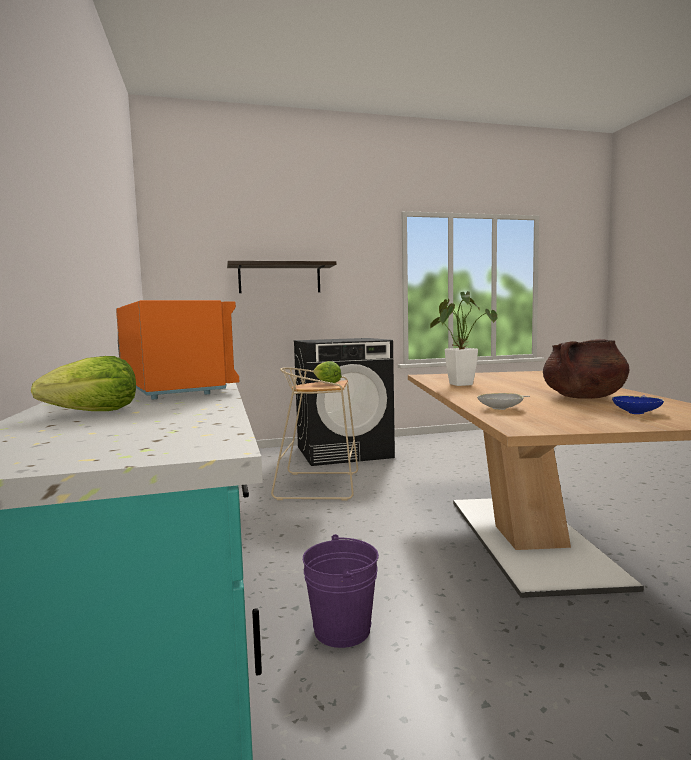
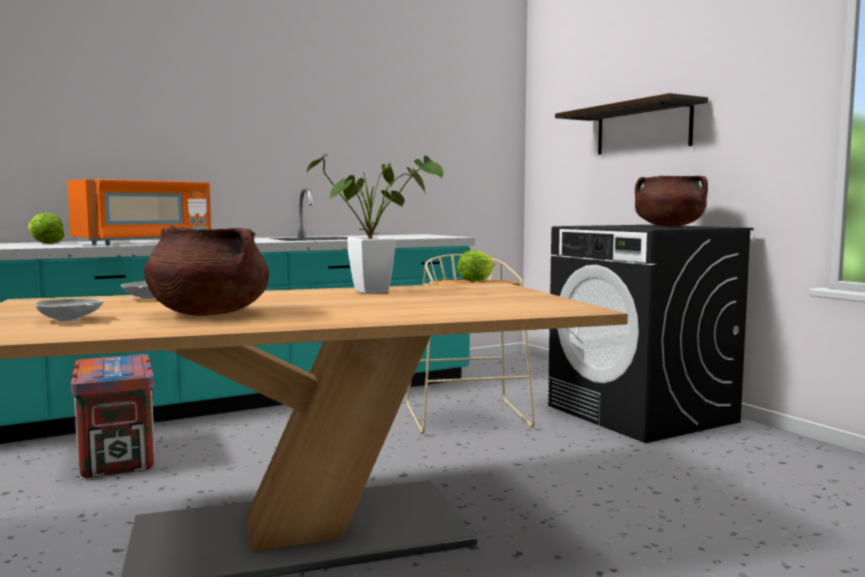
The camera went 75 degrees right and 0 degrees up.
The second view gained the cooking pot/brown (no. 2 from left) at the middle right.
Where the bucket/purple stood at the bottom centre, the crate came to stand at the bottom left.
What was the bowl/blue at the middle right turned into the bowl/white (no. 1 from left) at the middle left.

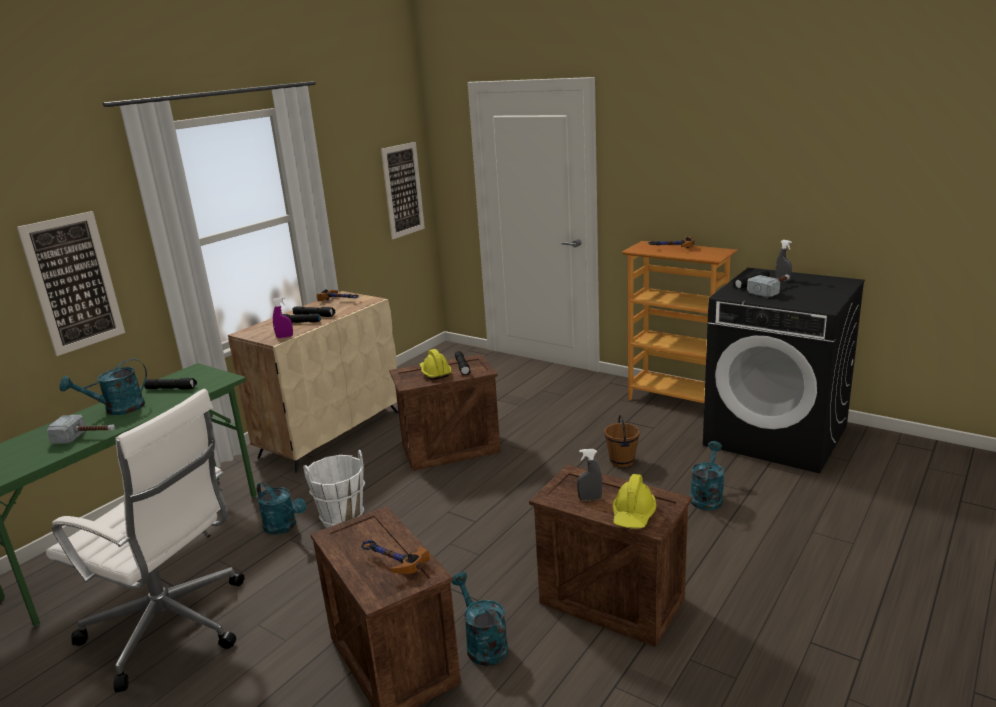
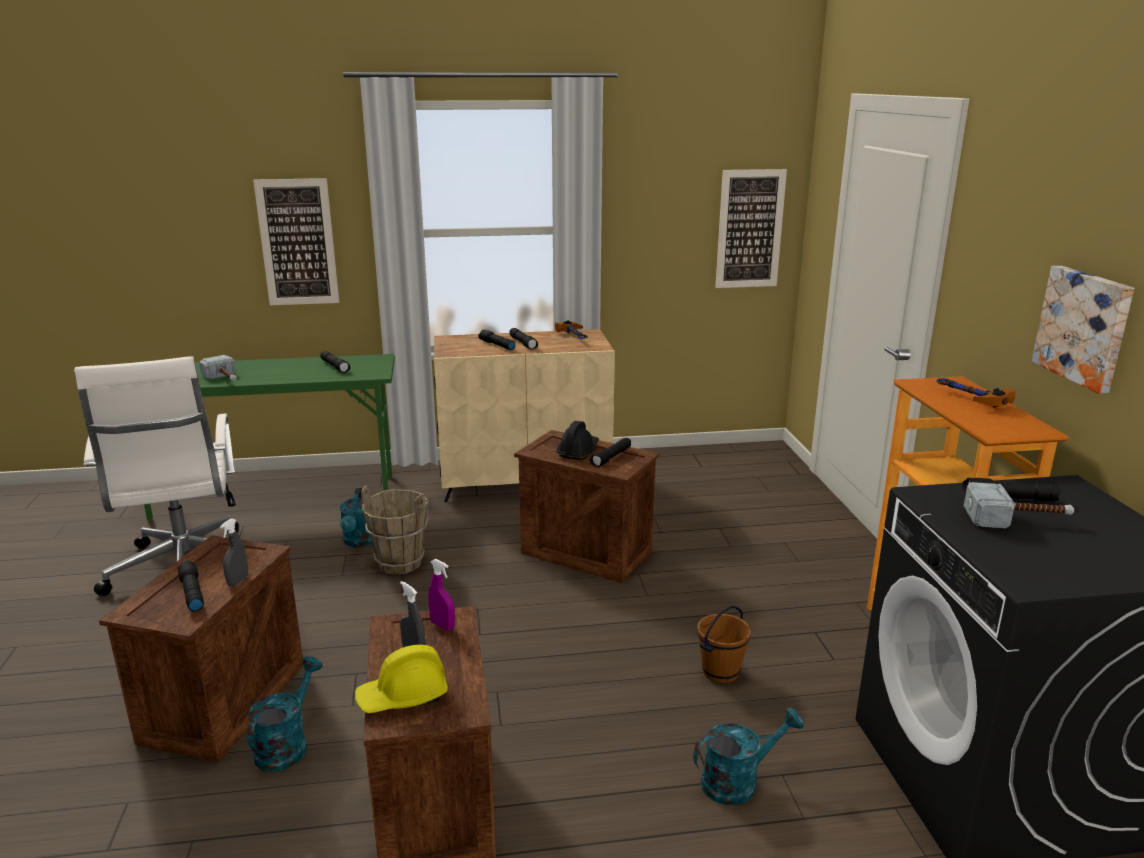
The camera went 45 degrees right and 0 degrees up.
The second view lost the watering can/turquoise (no. 1 from left) at the middle left.
The second view gained the picture (no. 3 from left) at the middle right.
The spray bottle/purple ended up elsewhere, having gone from the middle left to the bottom centre.
The spray bottle/grey (no. 2 from left in the first image) ended up elsewhere, having gone from the middle right to the middle left.
Where the hammer (no. 3 from left) stood at the bottom centre, the flashlight/black (no. 1 from left) came to stand at the bottom left.
What was the bucket/white at the bottom centre turned into the bucket/brown (no. 1 from left) at the centre.
What was the hard hat/yellow (no. 1 from left) at the centre turned into the hard hat/black at the centre.

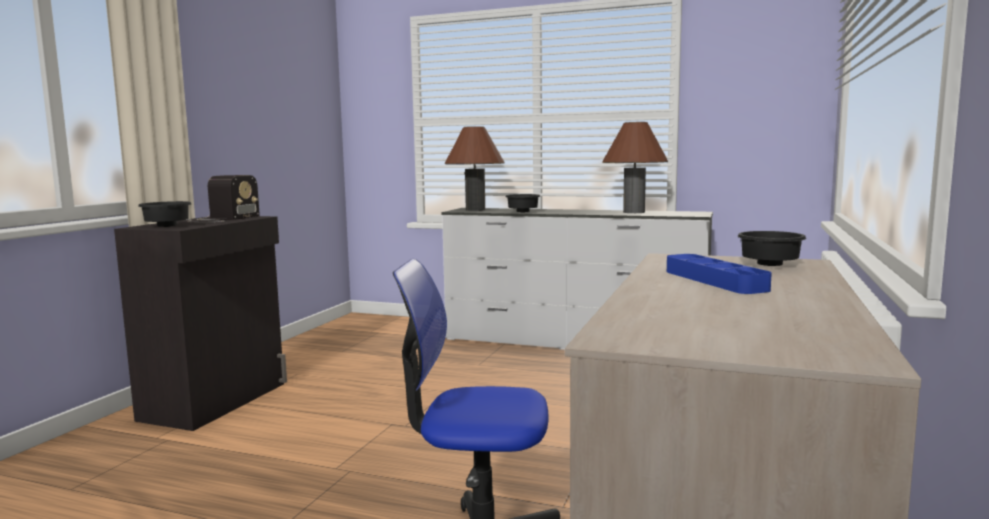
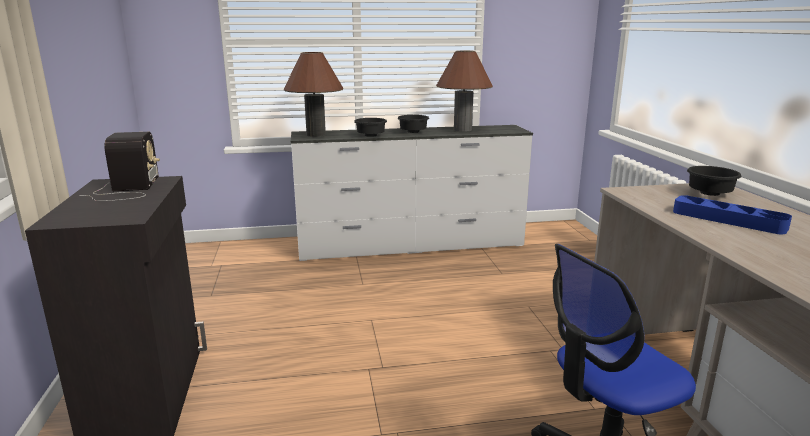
The camera went 30 degrees left and 10 degrees up.
The bowl/black (no. 1 from left in the first image) ended up elsewhere, having gone from the middle left to the top centre.

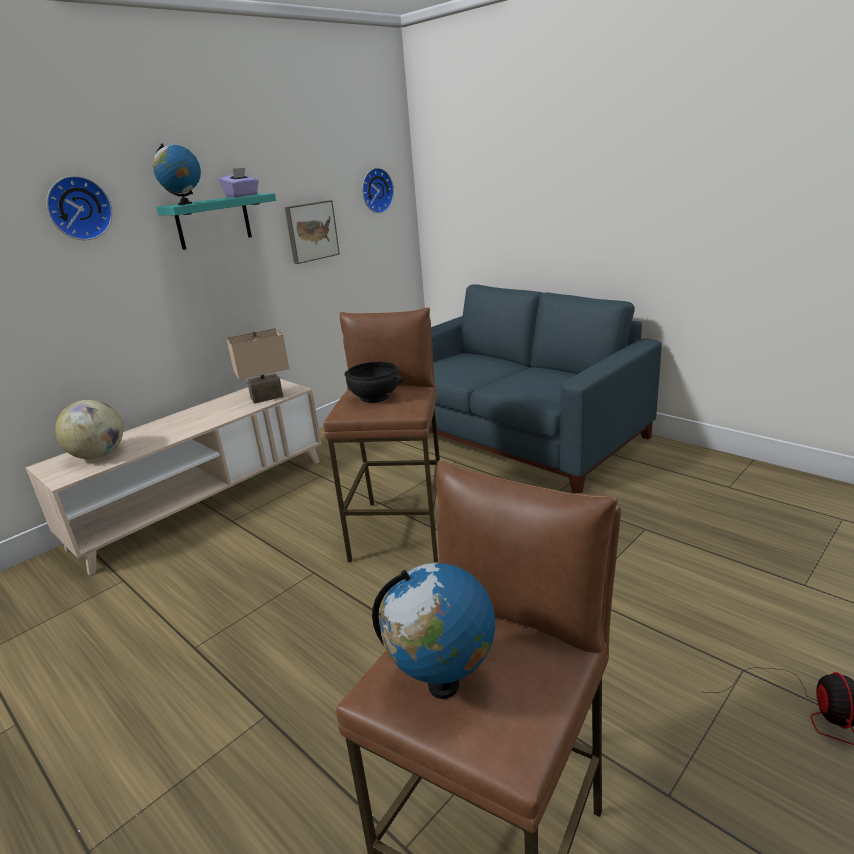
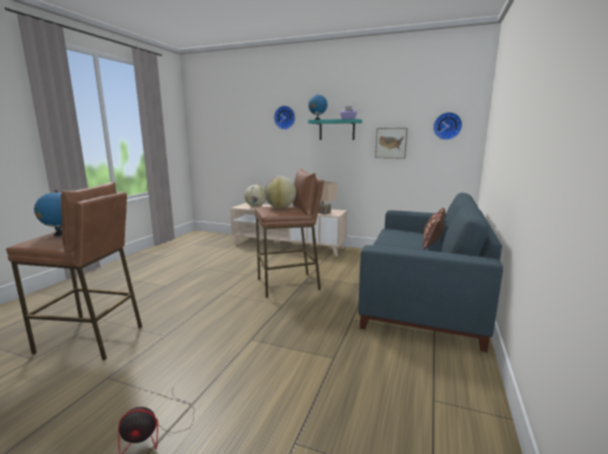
The camera went 65 degrees right and 10 degrees down.
The second view gained the pillow/brown at the middle right.
Where the bowl/black stood at the centre, the globe (no. 3 from left) came to stand at the centre.

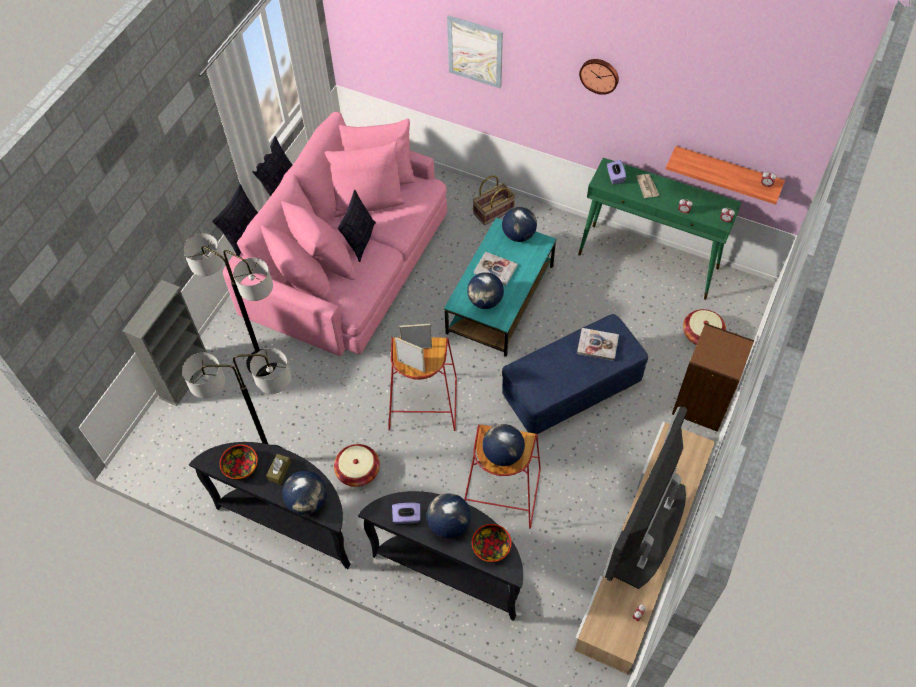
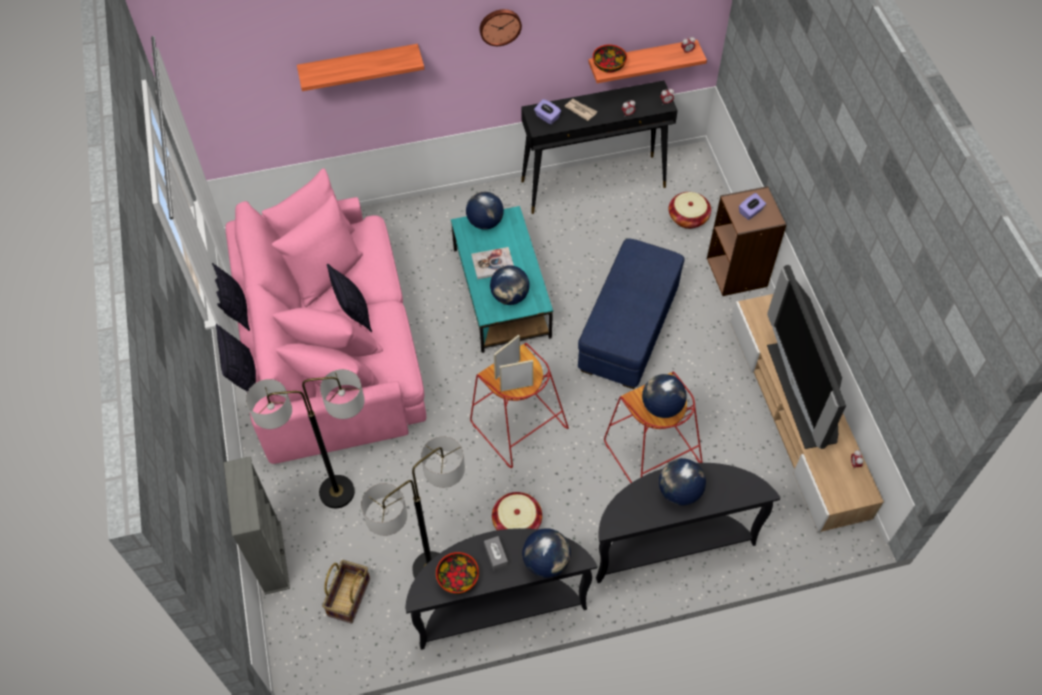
The camera went 40 degrees left and 0 degrees up.
The second view lost the book (no. 2 from left) at the centre.
The tissue box/purple (no. 1 from left in the first image) ended up elsewhere, having gone from the bottom centre to the top right.
The bowl (no. 2 from left) ended up elsewhere, having gone from the bottom centre to the top centre.
The basket (no. 2 from left in the first image) ended up elsewhere, having gone from the top centre to the bottom left.
Where the picture hung at the top centre, the shelf (no. 1 from left) came to hang at the top centre.
What was the tissue box/brown at the bottom left turned into the tissue box/grey at the bottom centre.
What was the console table/green at the middle right turned into the console table/black (no. 2 from left) at the top centre.

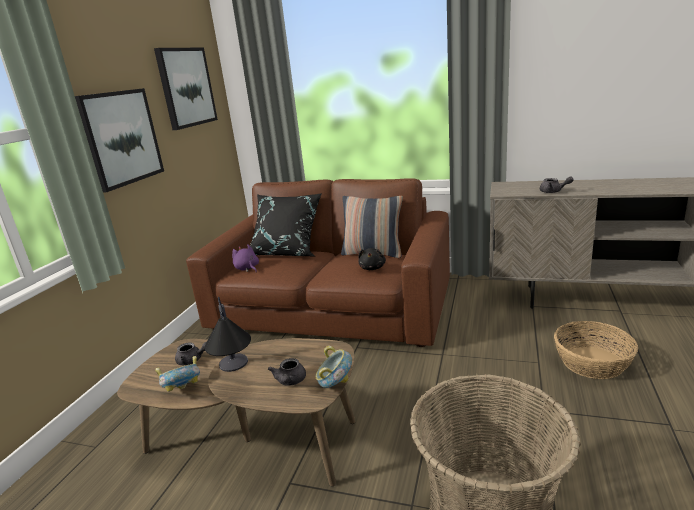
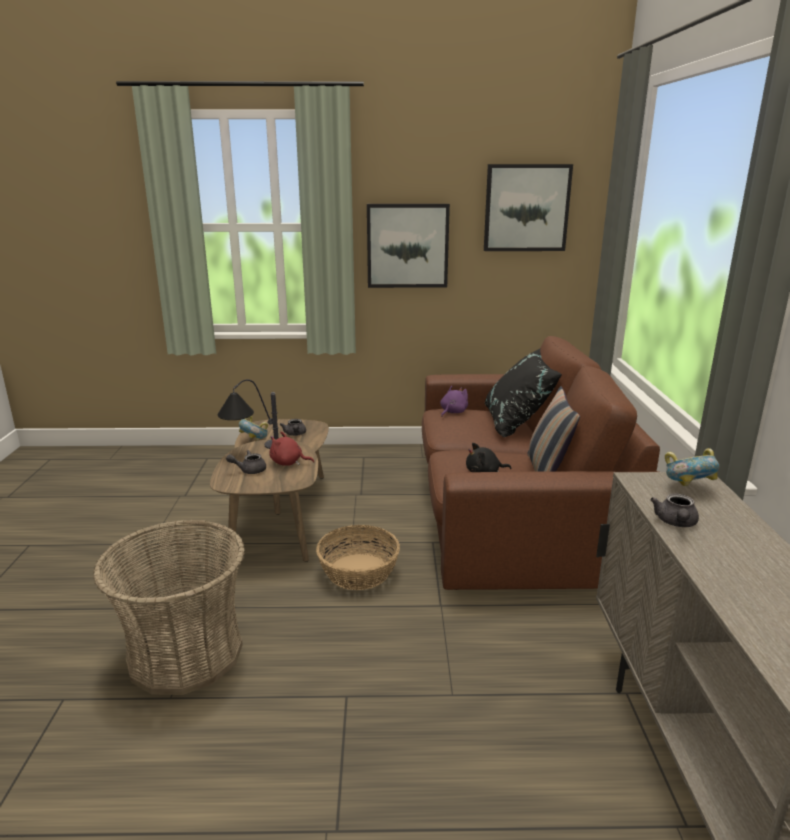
The camera went 70 degrees right and 0 degrees up.
The second view gained the plush toy/red at the centre.
The bowl (no. 2 from left) ended up elsewhere, having gone from the bottom centre to the middle right.
The basket (no. 2 from left) ended up elsewhere, having gone from the bottom right to the centre.

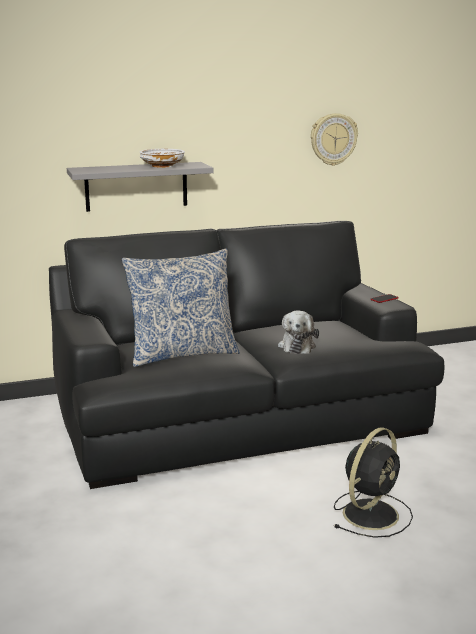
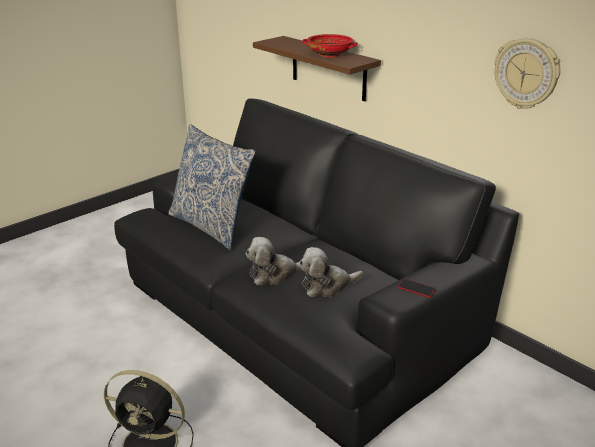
The camera went 65 degrees right and 10 degrees up.
The second view gained the plush toy (no. 2 from left) at the centre.
What was the shelf/grey at the top left turned into the shelf/brown at the top centre.
What was the bowl/white at the top centre turned into the bowl/red at the top centre.

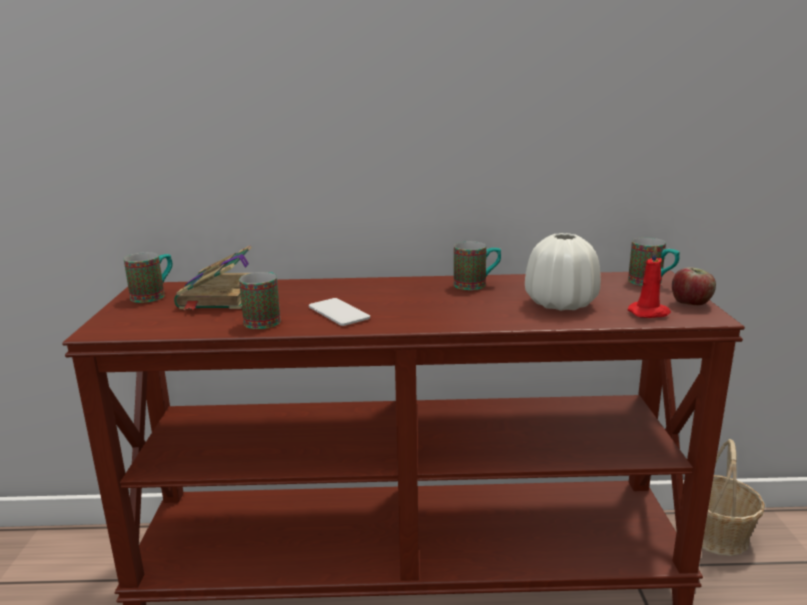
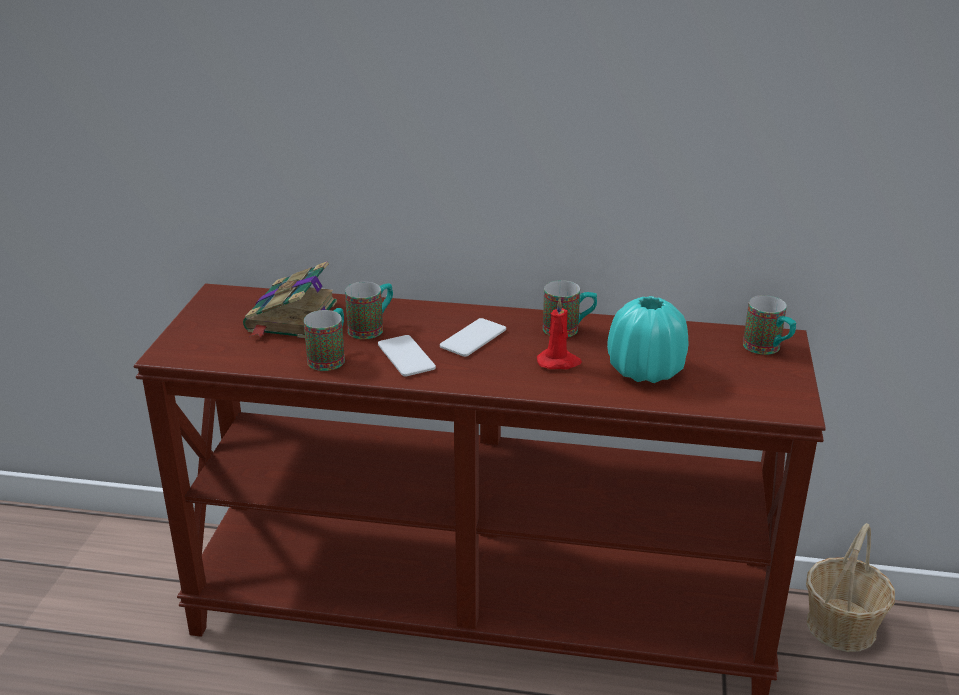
The camera went 10 degrees right and 10 degrees up.
The second view lost the apple at the middle right.
The second view gained the phone (no. 2 from left) at the centre.
The mug (no. 1 from left in the first image) ended up elsewhere, having gone from the middle left to the centre.
The candle/red ended up elsewhere, having gone from the middle right to the centre.
What was the vase/white at the middle right turned into the vase/turquoise at the middle right.

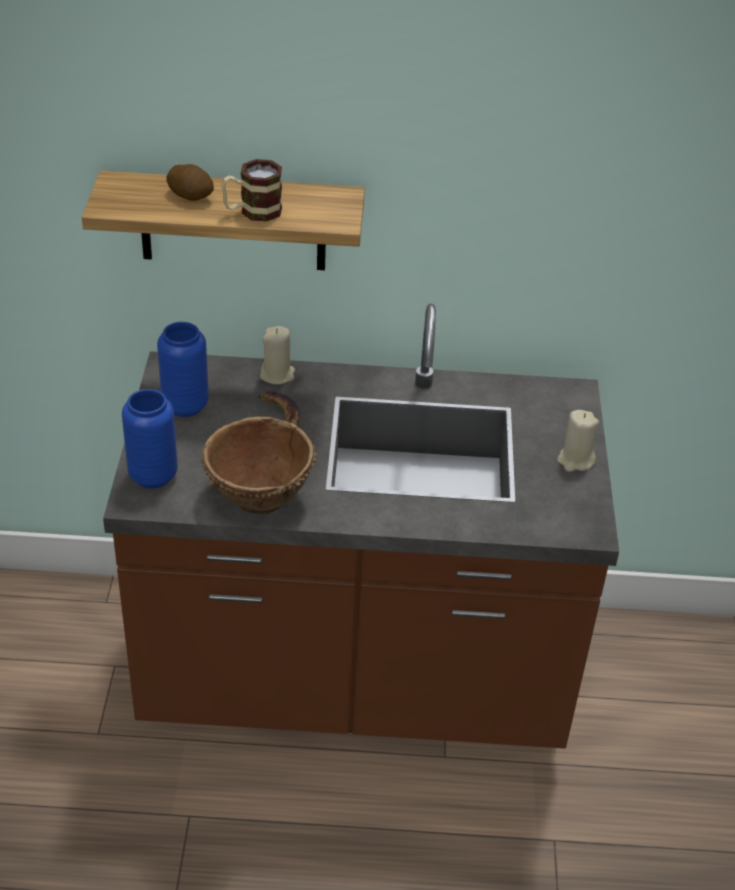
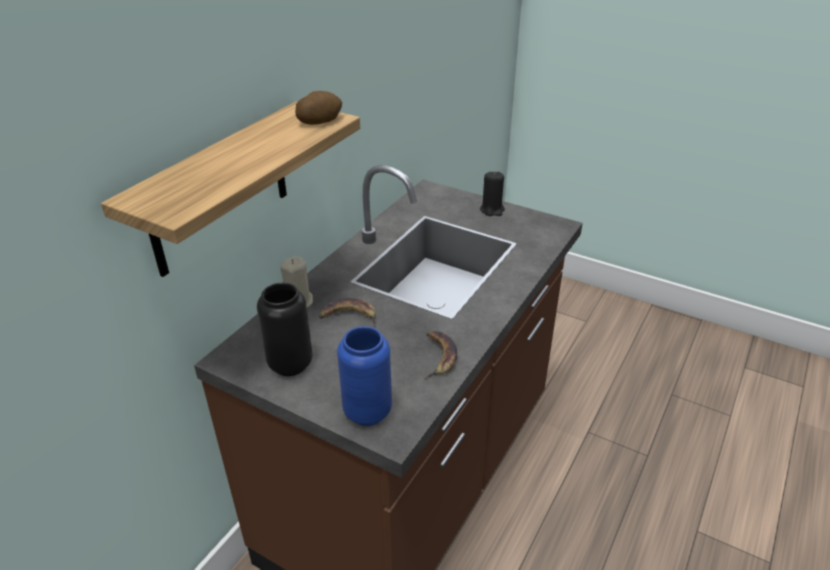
The camera went 60 degrees left and 5 degrees down.
The second view lost the mug at the top centre.
The potato ended up elsewhere, having gone from the top left to the top centre.
Where the bowl/brown stood at the centre, the banana (no. 2 from left) came to stand at the centre.
What was the vase/blue (no. 2 from left) at the middle left turned into the vase/black at the centre.
What was the candle/beige (no. 2 from left) at the middle right turned into the candle/black at the centre.

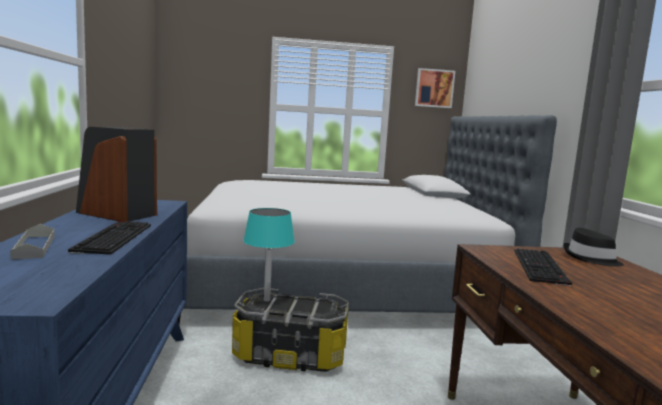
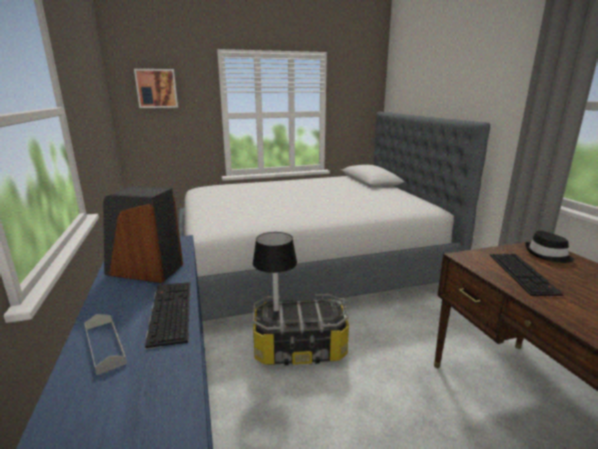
The camera went 10 degrees left and 10 degrees up.
The picture ended up elsewhere, having gone from the top centre to the top left.
What was the table lamp/turquoise at the centre turned into the table lamp/black at the centre.

